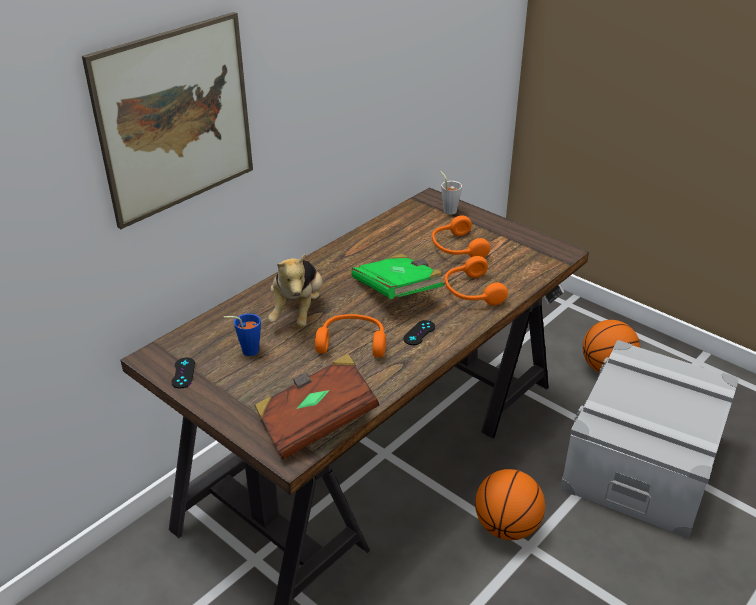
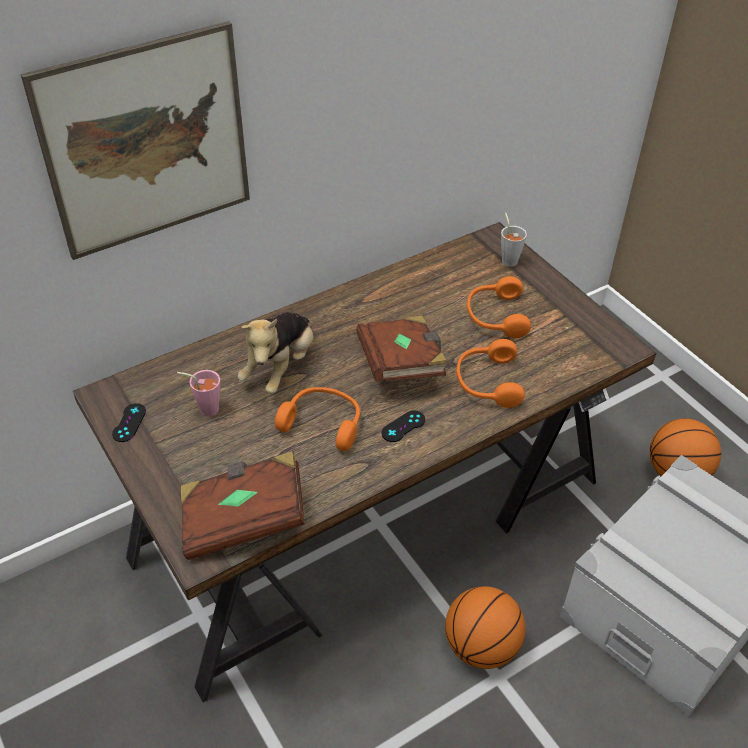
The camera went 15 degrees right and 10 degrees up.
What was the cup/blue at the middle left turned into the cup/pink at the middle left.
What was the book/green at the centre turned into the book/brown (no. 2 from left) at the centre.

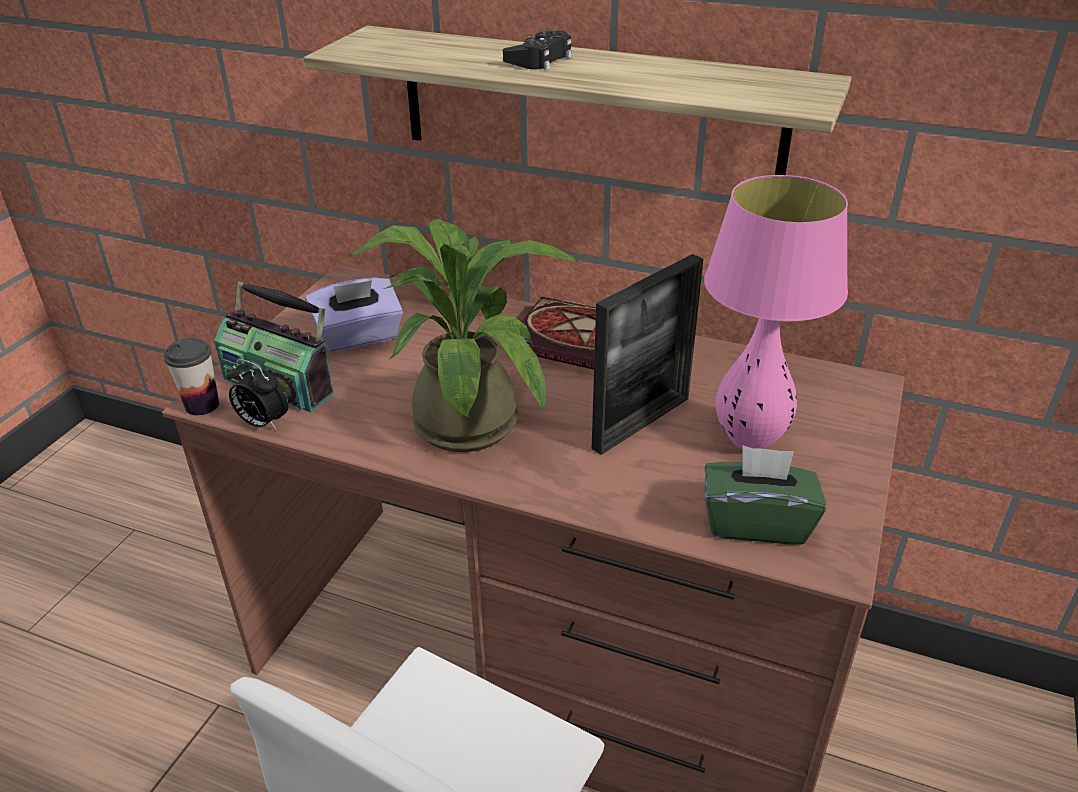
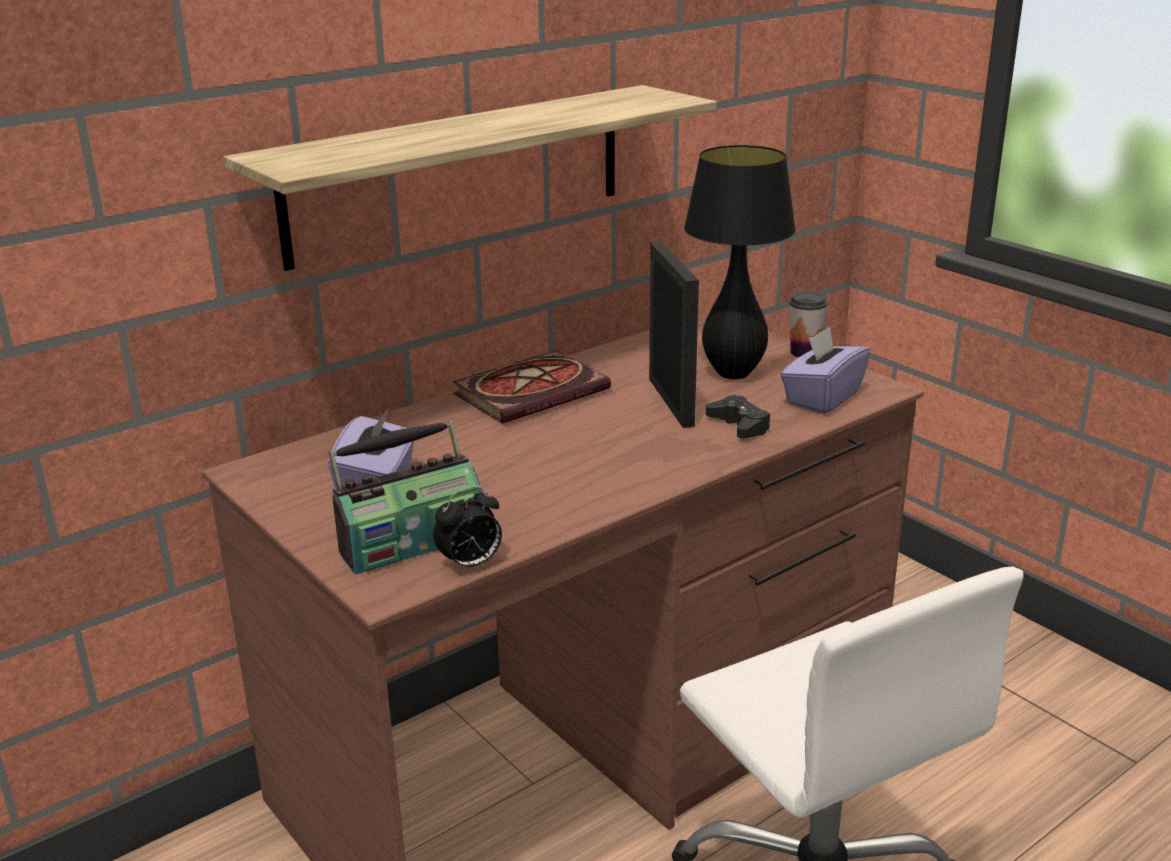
The camera went 60 degrees left and 10 degrees down.
The second view lost the potted plant at the centre.
The cup ended up elsewhere, having gone from the middle left to the middle right.
The game controller/black ended up elsewhere, having gone from the top centre to the centre.
What was the table lamp/pink at the middle right turned into the table lamp/black at the top centre.
What was the tissue box/green at the middle right turned into the tissue box/purple (no. 2 from left) at the middle right.

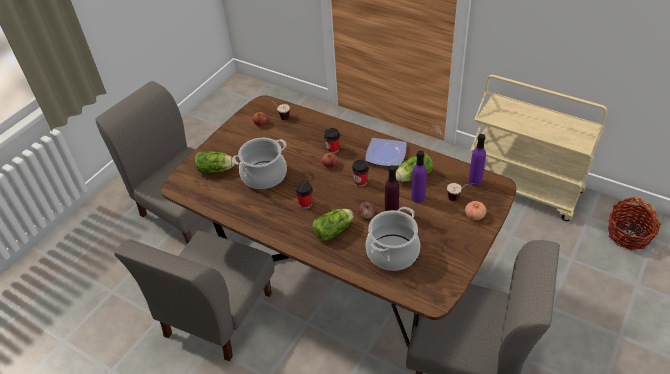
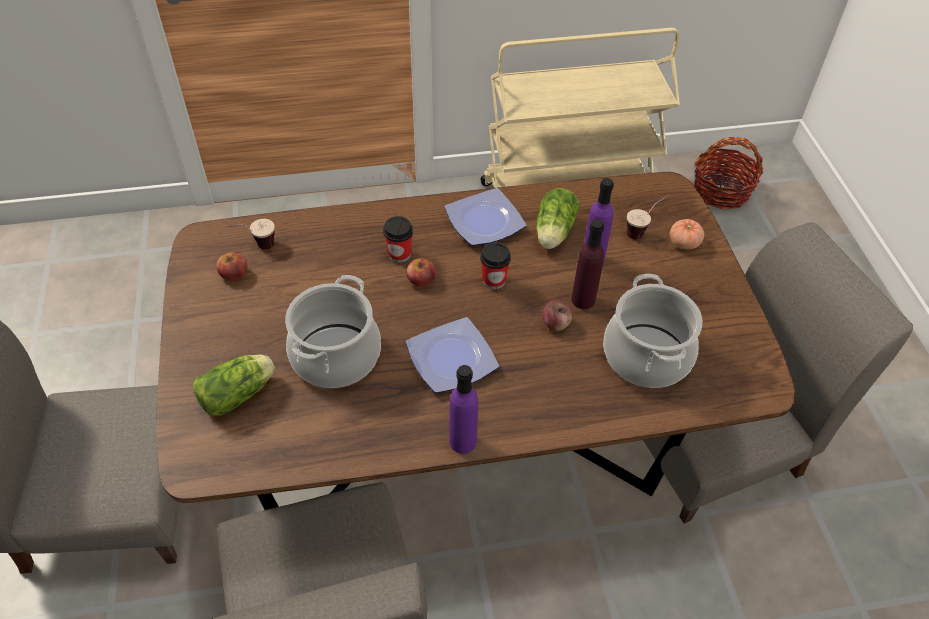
The camera went 45 degrees left and 5 degrees up.
The second view lost the lettuce (no. 2 from left) at the centre.
The bottle/purple (no. 3 from left in the first image) ended up elsewhere, having gone from the middle right to the centre.
Where the cup (no. 2 from left) stood at the centre, the plate (no. 1 from left) came to stand at the centre.

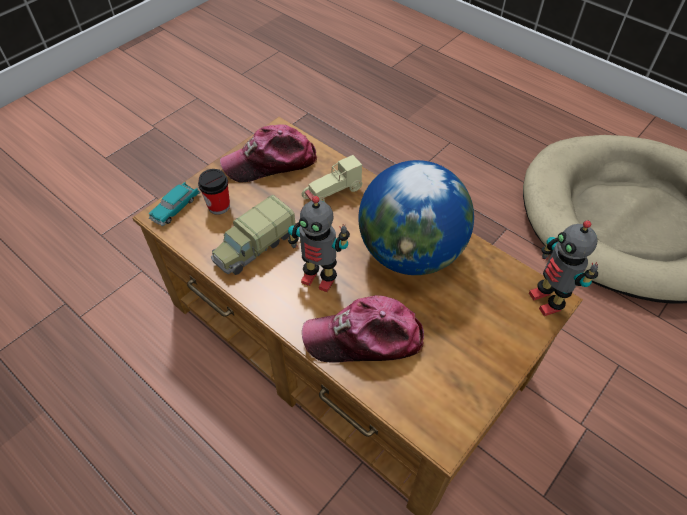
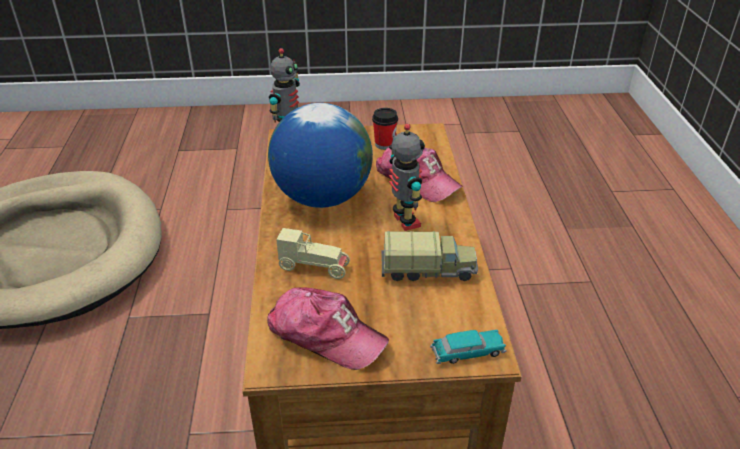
The camera went 135 degrees left and 15 degrees down.
The cup ended up elsewhere, having gone from the middle left to the top centre.

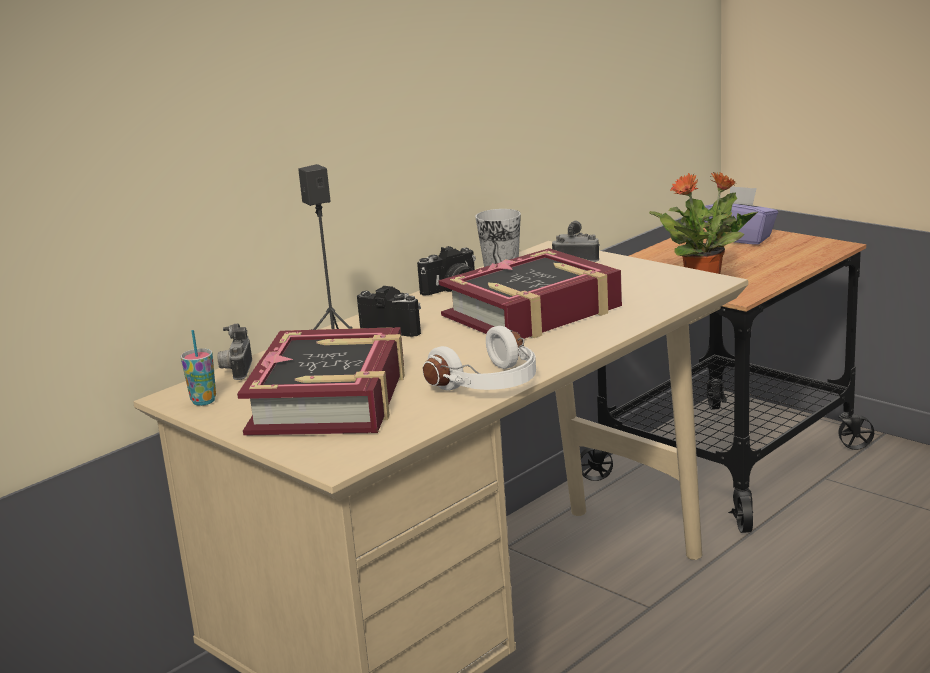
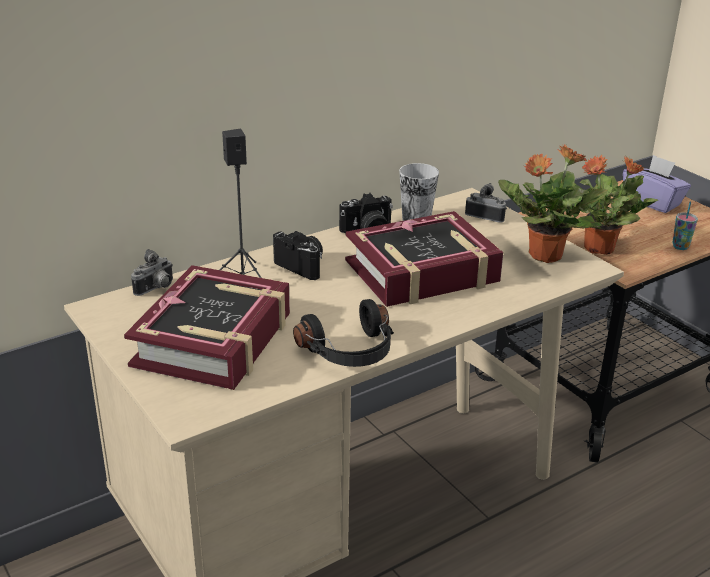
The camera went 10 degrees right and 10 degrees up.
The second view gained the potted plant (no. 1 from left) at the middle right.
The cup (no. 1 from left in the first image) ended up elsewhere, having gone from the middle left to the middle right.
What was the headphones/white at the centre turned into the headphones/black at the centre.
The photo camera (no. 1 from left) at the middle left ended up facing another way, 150 degrees counterclockwise from before.

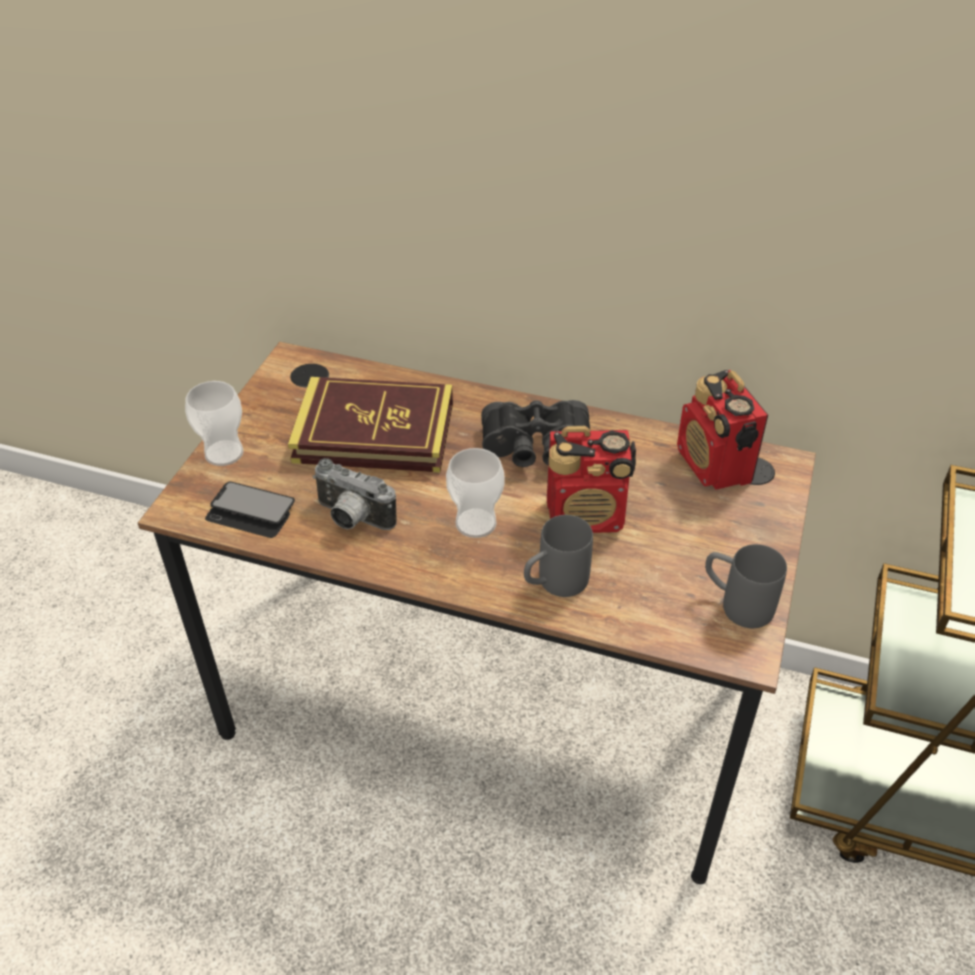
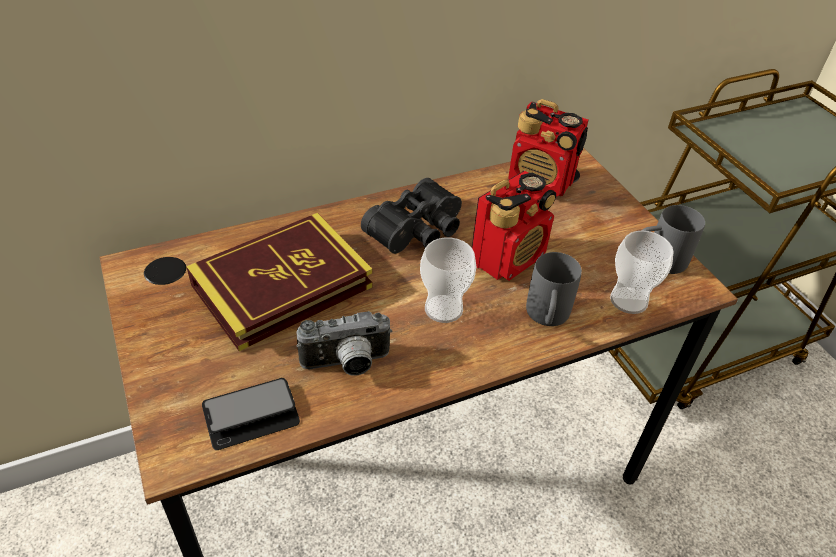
The camera went 45 degrees left and 0 degrees up.
The cup (no. 1 from left in the first image) ended up elsewhere, having gone from the middle left to the middle right.

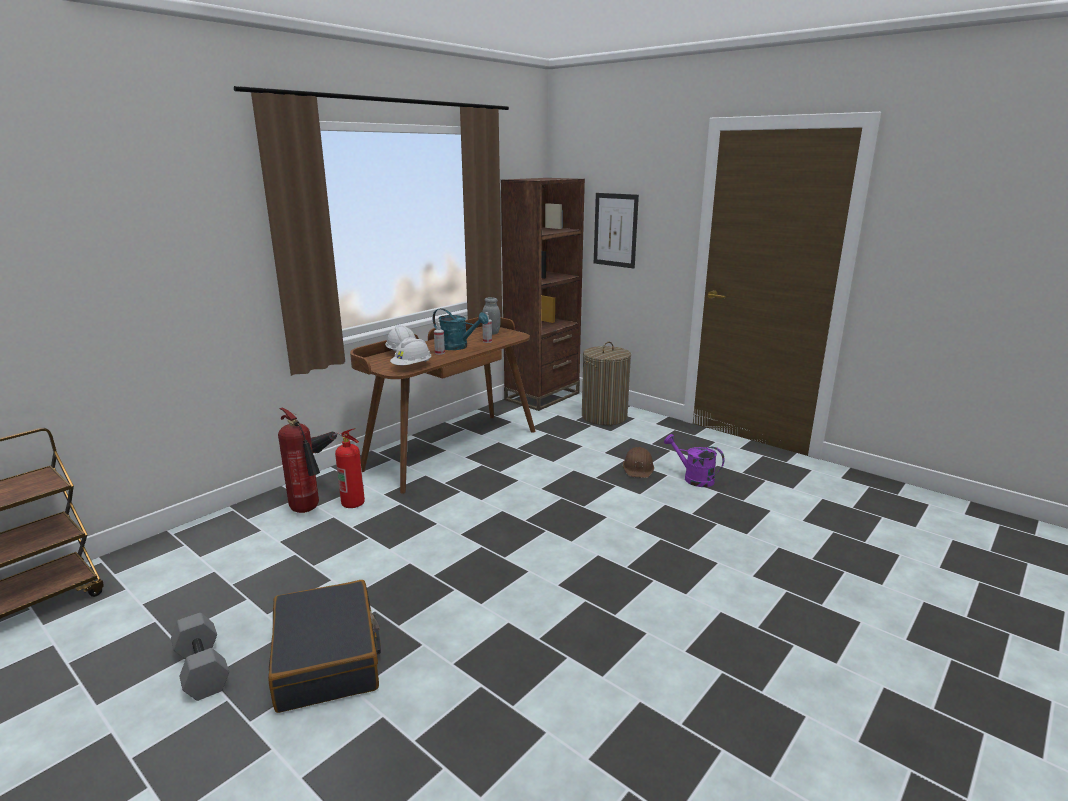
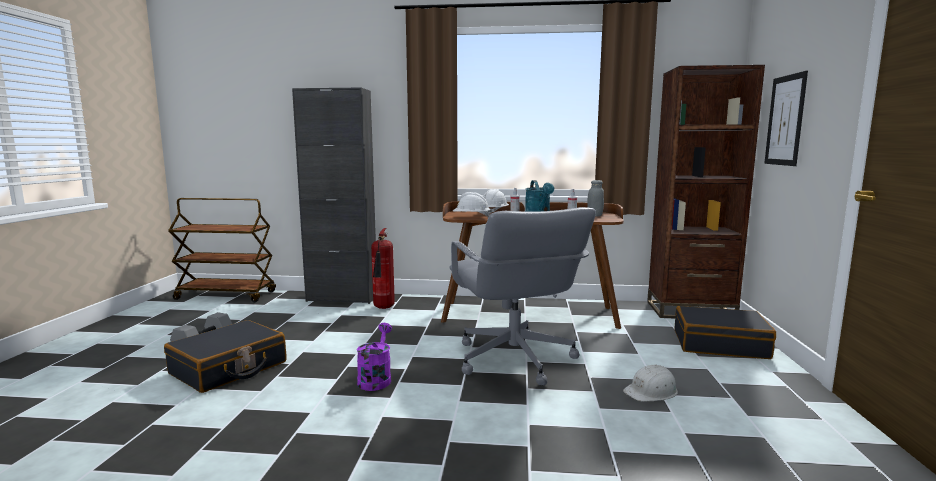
The camera went 55 degrees right and 10 degrees down.
The second view lost the fire extinguisher (no. 2 from left) at the middle left.
The second view gained the cabinet/black at the centre.
The second view gained the office chair/grey at the centre.
The watering can/purple ended up elsewhere, having gone from the centre to the bottom centre.
Where the laundry basket stood at the centre, the suitcase/black (no. 2 from left) came to stand at the bottom right.
What was the hard hat/brown at the centre turned into the hard hat/white (no. 3 from left) at the bottom right.

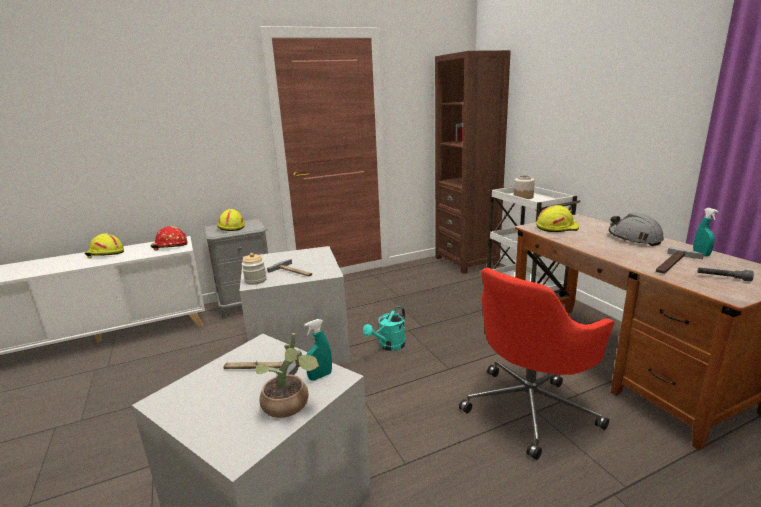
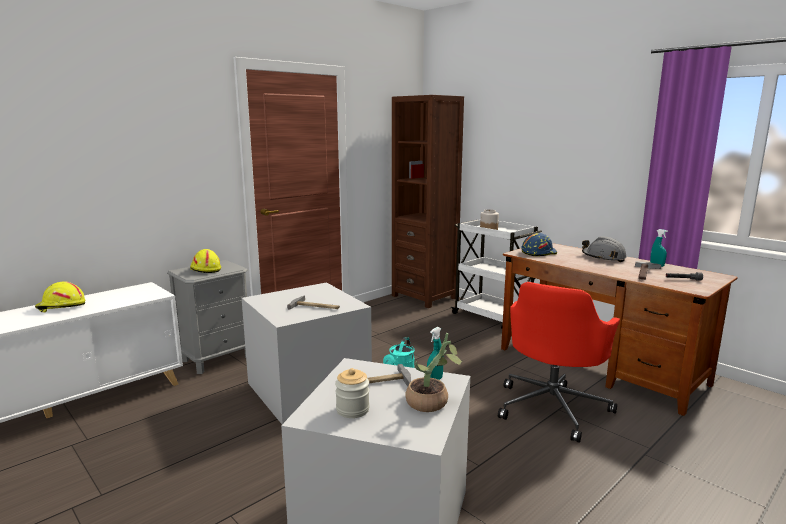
The camera went 20 degrees left and 5 degrees down.
The second view lost the hard hat/red at the middle left.
The jar (no. 1 from left) ended up elsewhere, having gone from the centre to the bottom centre.
What was the hard hat/yellow (no. 3 from left) at the middle right turned into the hard hat/blue at the middle right.

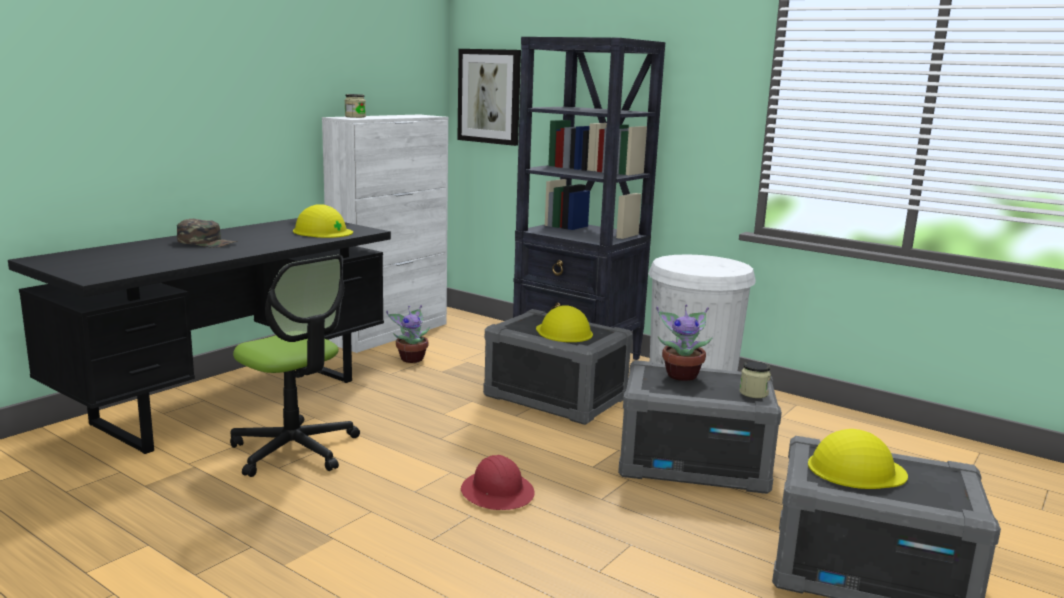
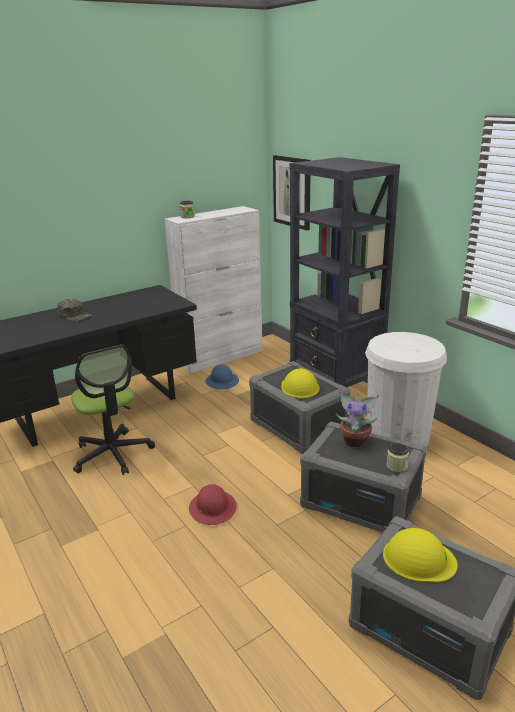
The camera went 20 degrees right and 10 degrees up.
The second view lost the hard hat/yellow (no. 1 from left) at the middle left.
Where the potted plant (no. 1 from left) stood at the centre, the hard hat/blue came to stand at the centre.

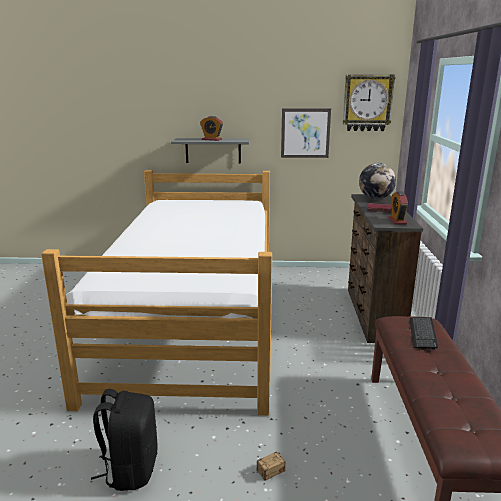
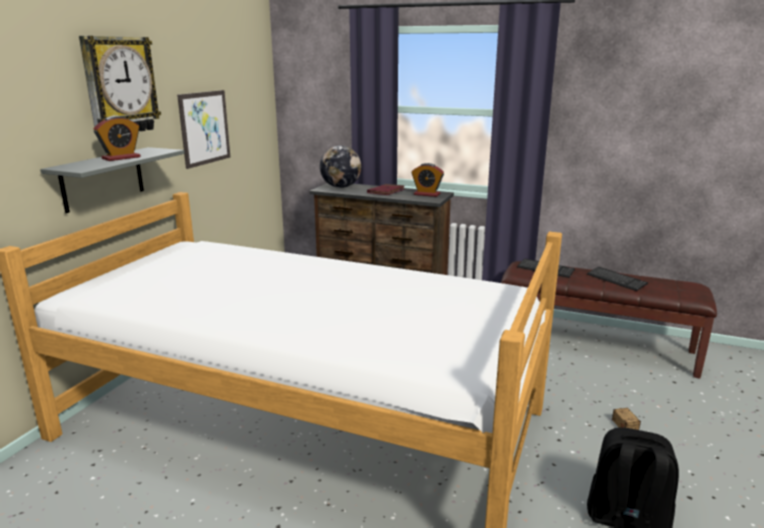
The camera went 70 degrees left and 0 degrees up.
The second view gained the keyboard (no. 2 from left) at the middle right.
The wall clock ended up elsewhere, having gone from the top right to the top left.

